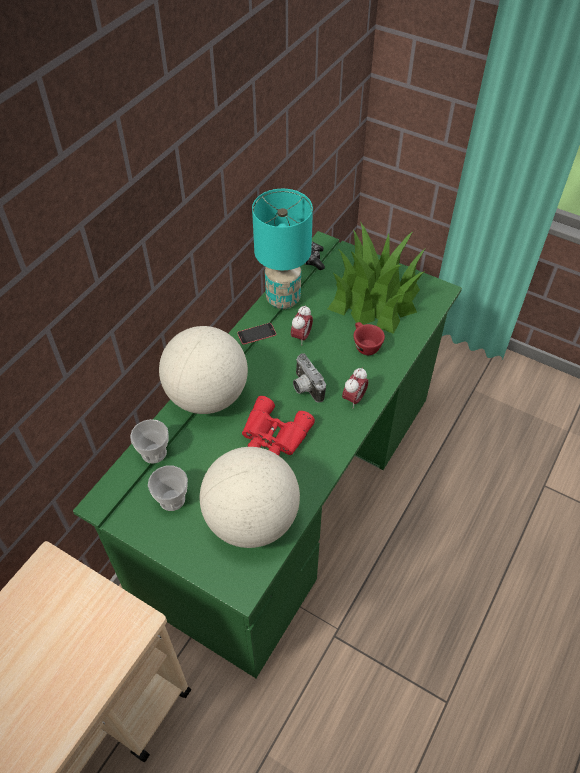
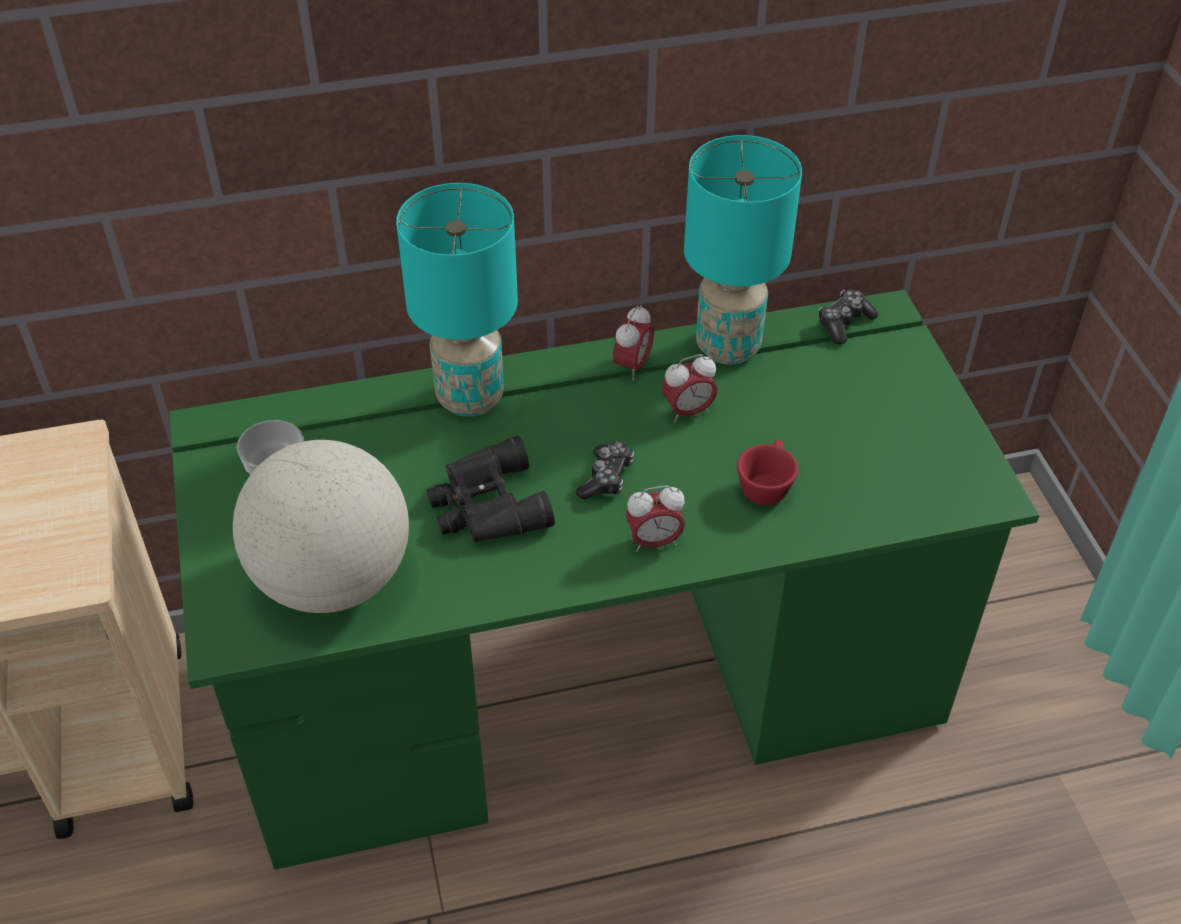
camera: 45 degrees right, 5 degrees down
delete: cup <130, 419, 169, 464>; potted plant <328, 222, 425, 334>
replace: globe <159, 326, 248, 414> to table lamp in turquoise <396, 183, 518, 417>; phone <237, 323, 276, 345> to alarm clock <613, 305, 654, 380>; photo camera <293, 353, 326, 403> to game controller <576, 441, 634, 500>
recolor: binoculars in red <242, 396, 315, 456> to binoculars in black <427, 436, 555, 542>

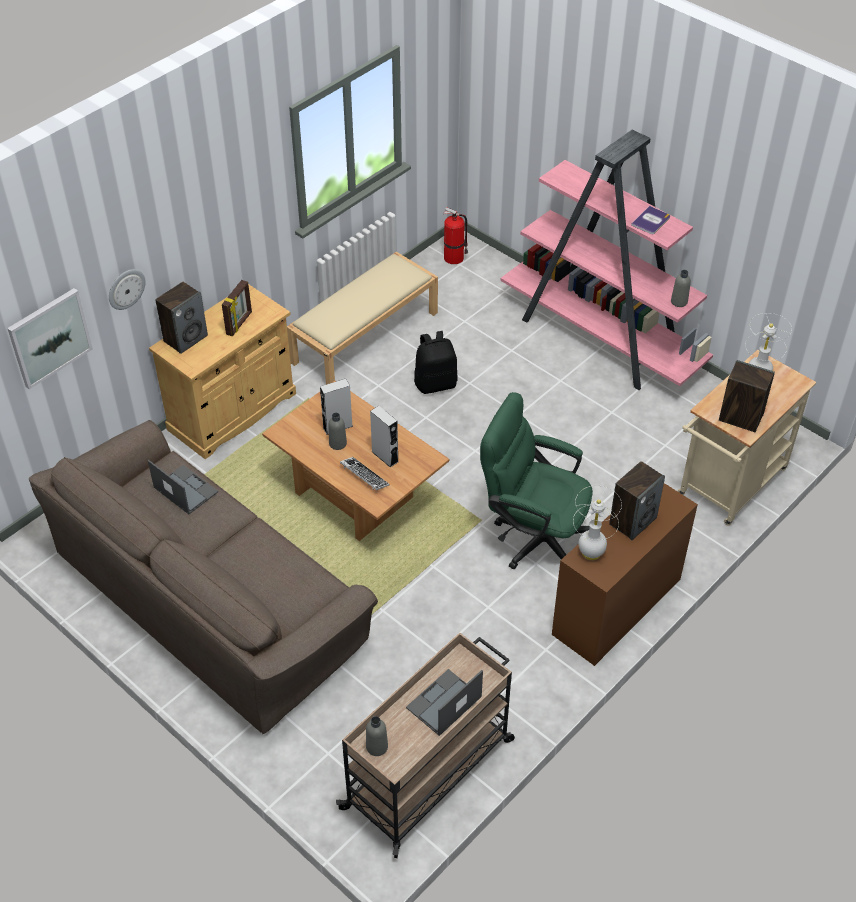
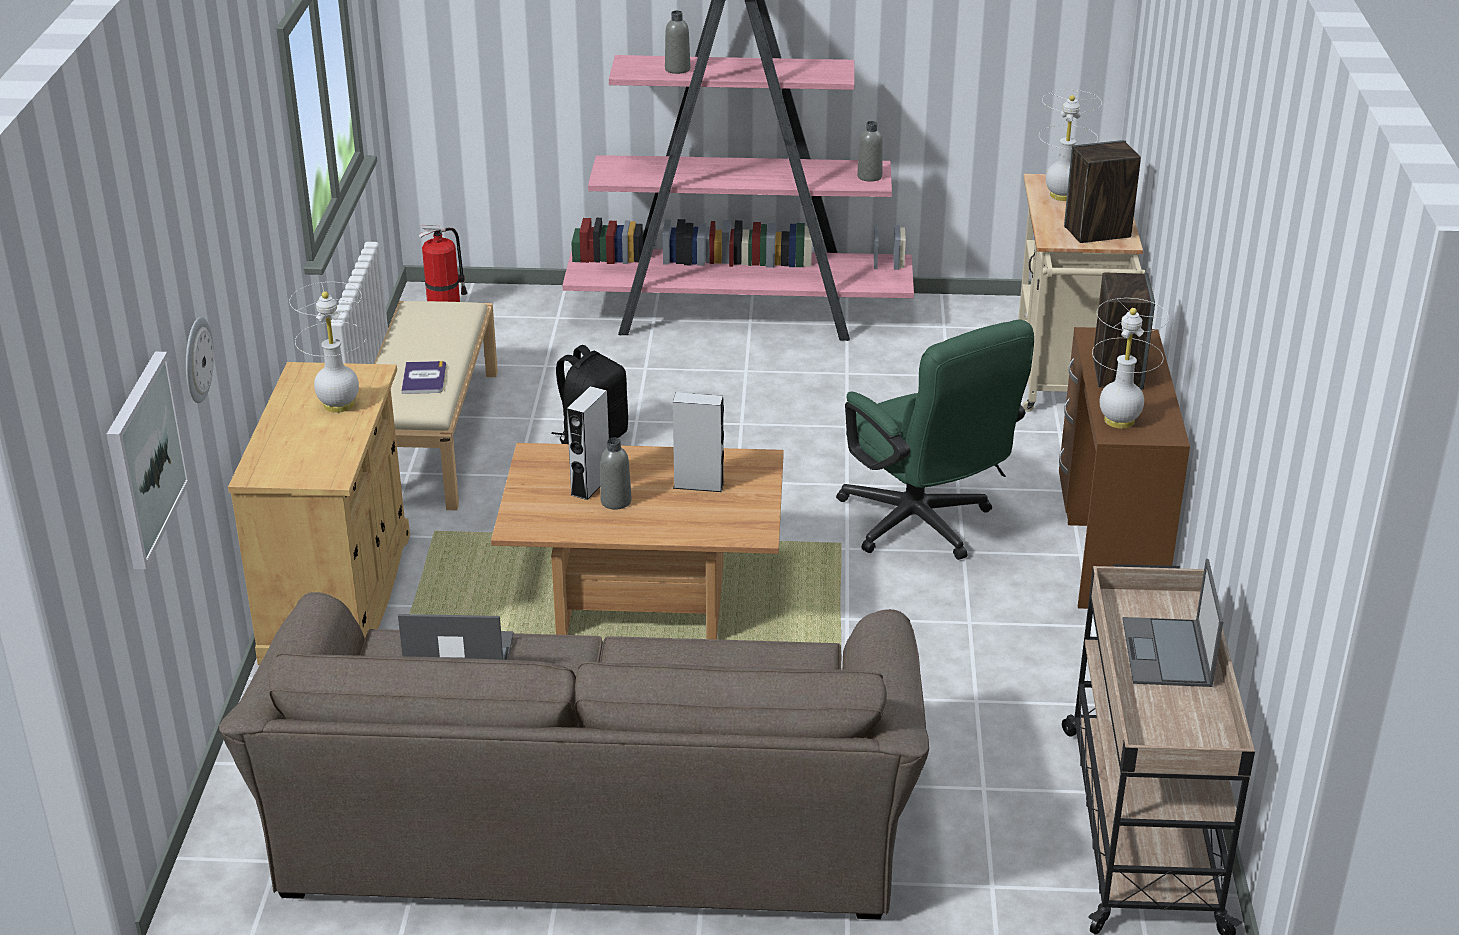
camera: 40 degrees left, 15 degrees down
delete: speaker <155, 282, 208, 354>; keyboard <340, 457, 390, 490>
move: bottle in grey <366, 716, 388, 756> to <665, 11, 690, 74>; book <631, 206, 670, 234> to <401, 361, 446, 394>
replace: picture frame <222, 280, 252, 336> to table lamp in white <289, 282, 366, 413>
rotate: office chair in green <480, 392, 593, 570> = <836, 319, 1034, 560> 105 degrees counterclockwise

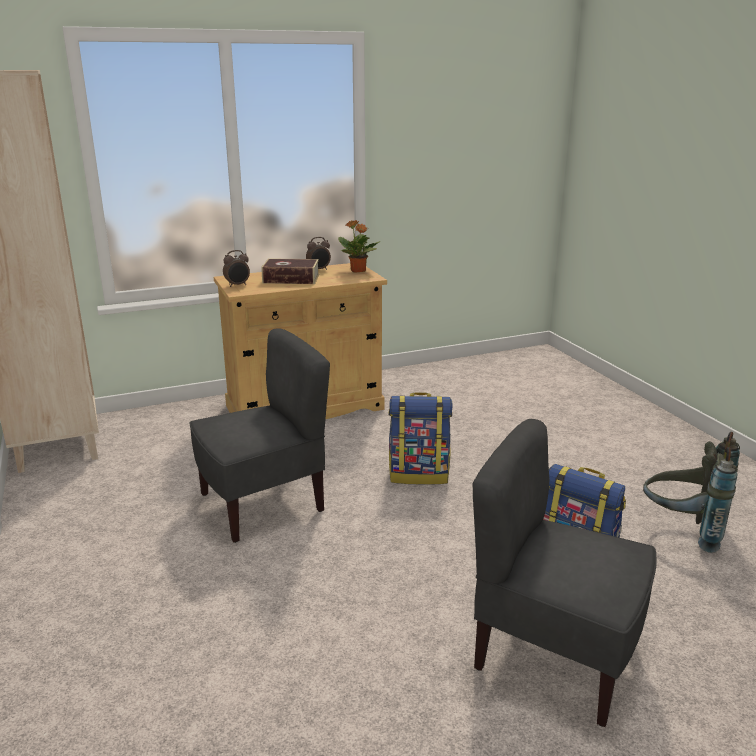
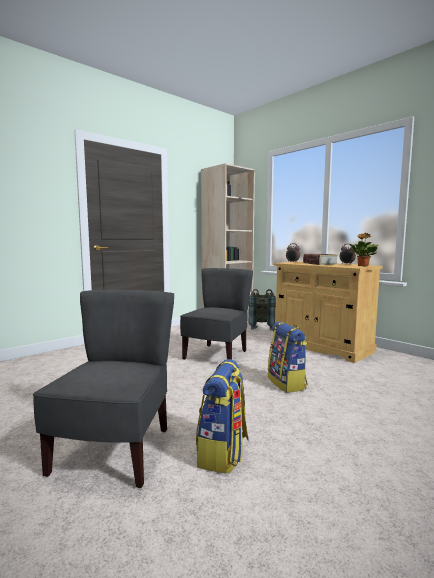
camera: 70 degrees right, 15 degrees down
move: backpack in grey <643, 432, 740, 553> to <248, 289, 276, 330>
rotate: chair in grey <189, 328, 330, 543> = <180, 268, 253, 360> 105 degrees counterclockwise

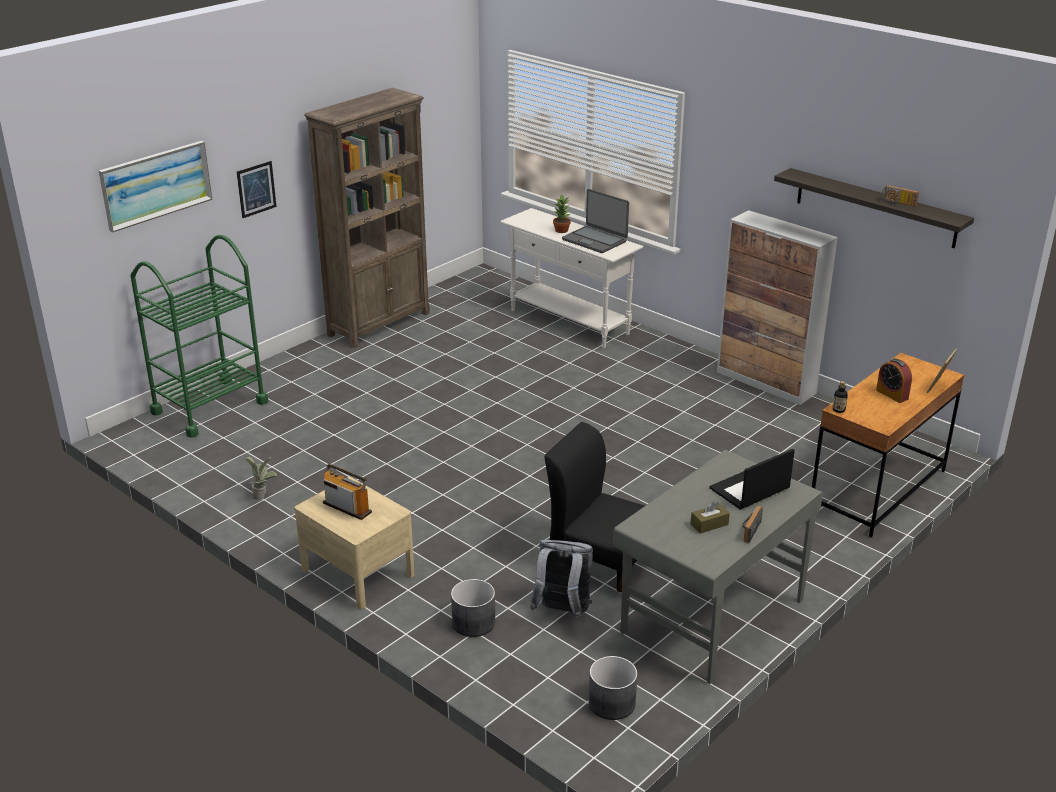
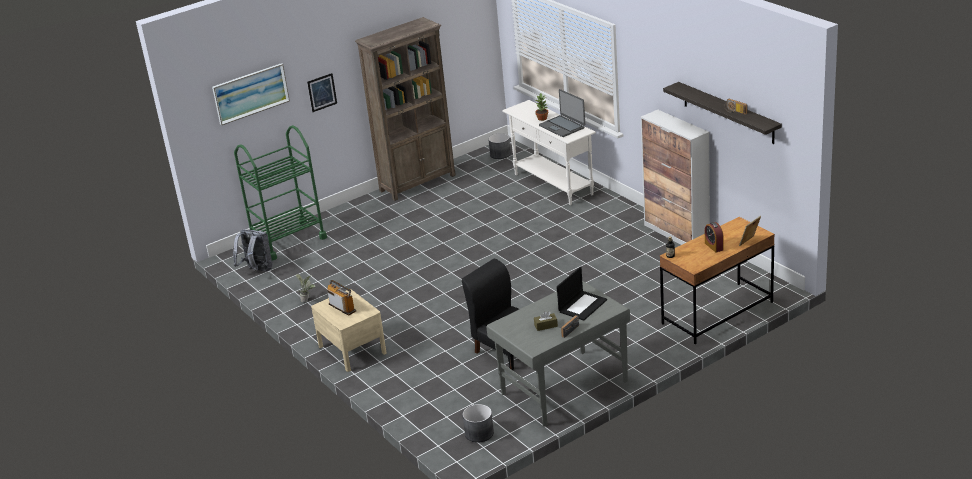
camera: 15 degrees right, 0 degrees up
move: planter in grey <451, 579, 495, 637> to <488, 133, 511, 159>; backpack in grey <530, 540, 593, 619> to <233, 230, 273, 271>
rotate: laptop <709, 449, 795, 510> = <557, 267, 607, 321> 150 degrees clockwise

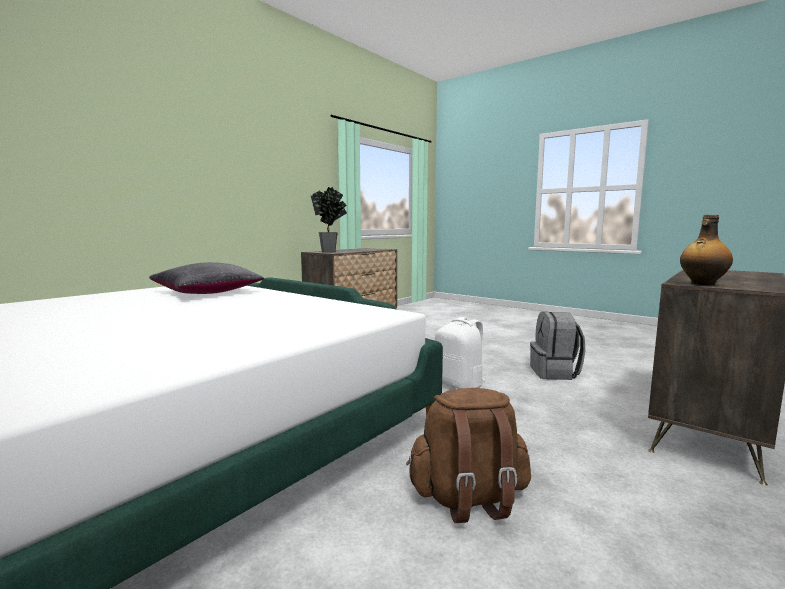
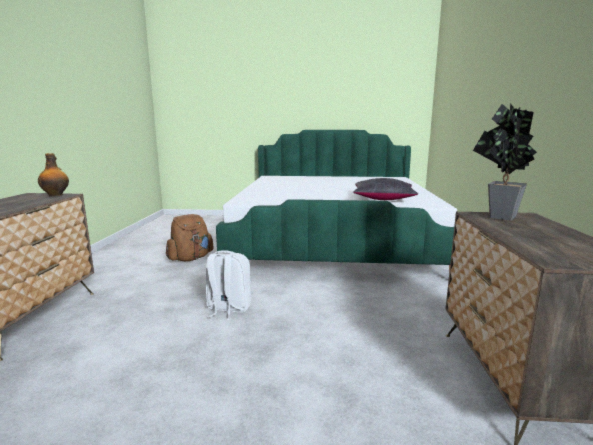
camera: 145 degrees right, 5 degrees up
delete: backpack in grey <530, 312, 585, 380>

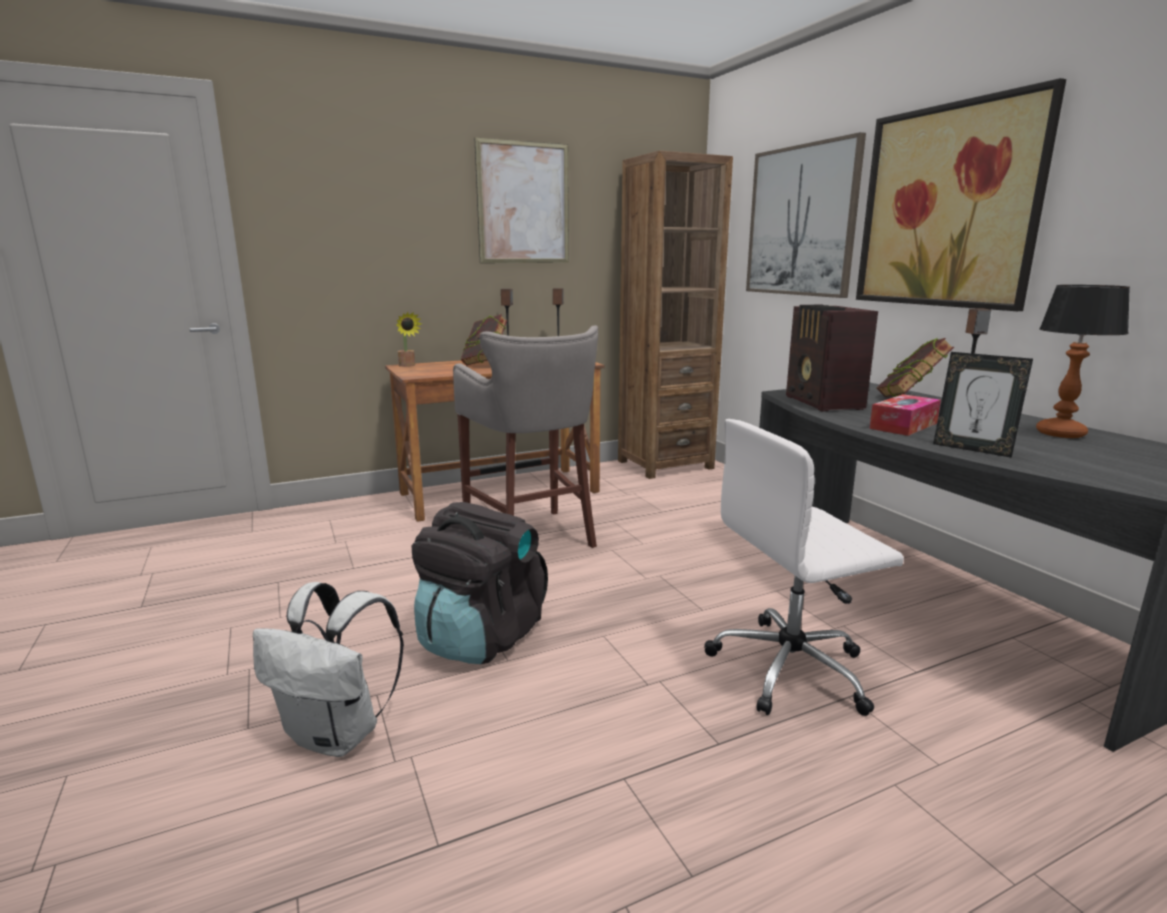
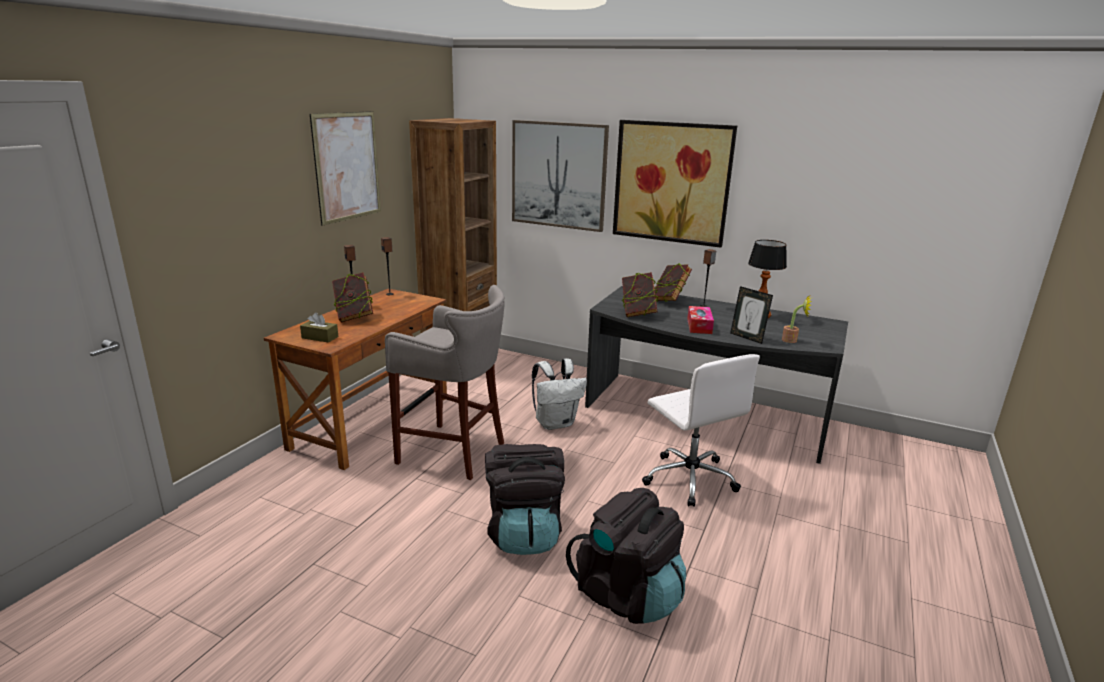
camera: 40 degrees left, 5 degrees up
insert: tissue box in brown <300, 312, 338, 343>; backpack in black <566, 488, 686, 624>
move: backpack in white <253, 582, 404, 757> to <532, 358, 587, 430>; potted plant <396, 312, 422, 367> to <782, 295, 812, 343>
replace: radio <786, 305, 878, 411> to book <622, 272, 658, 317>
rotate: office chair in white <704, 419, 904, 716> = <642, 354, 760, 507> 60 degrees counterclockwise; picture frame <933, 352, 1033, 458> = <730, 286, 773, 344> 45 degrees clockwise

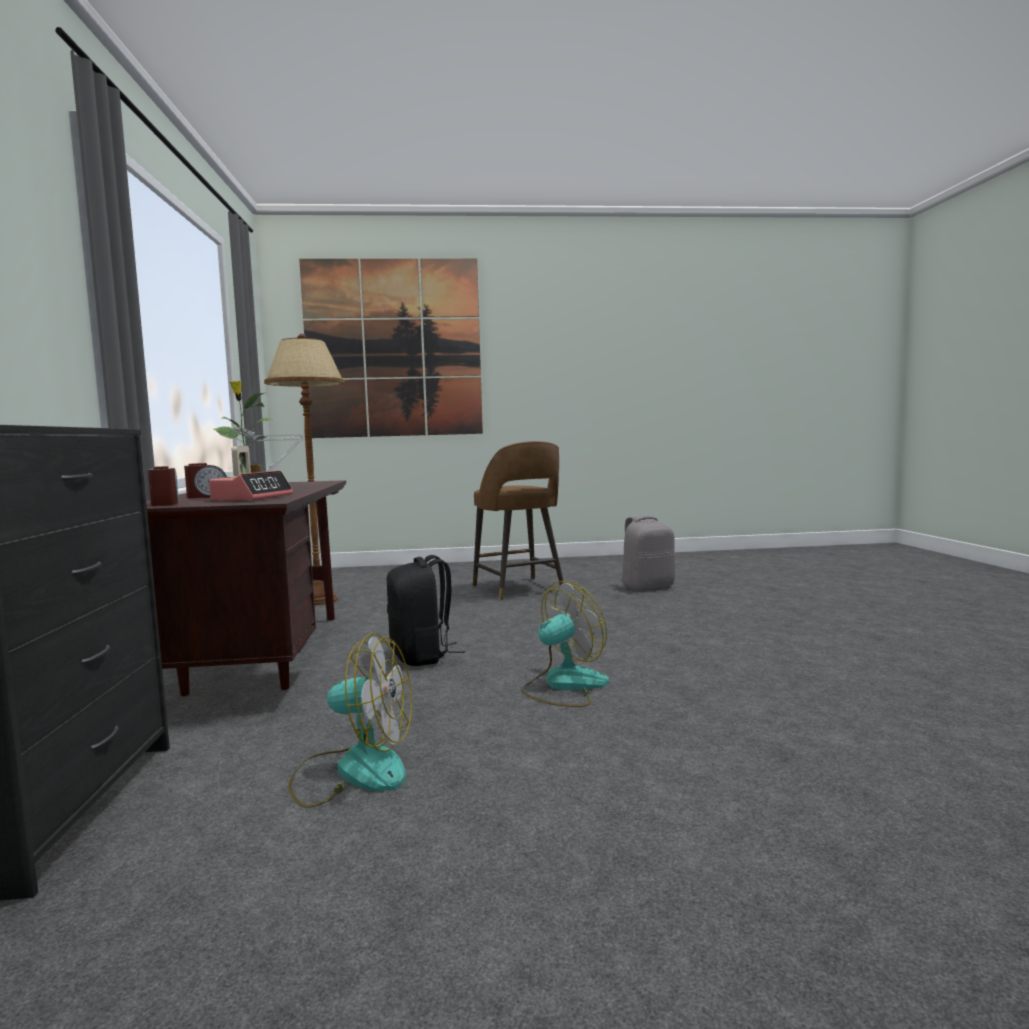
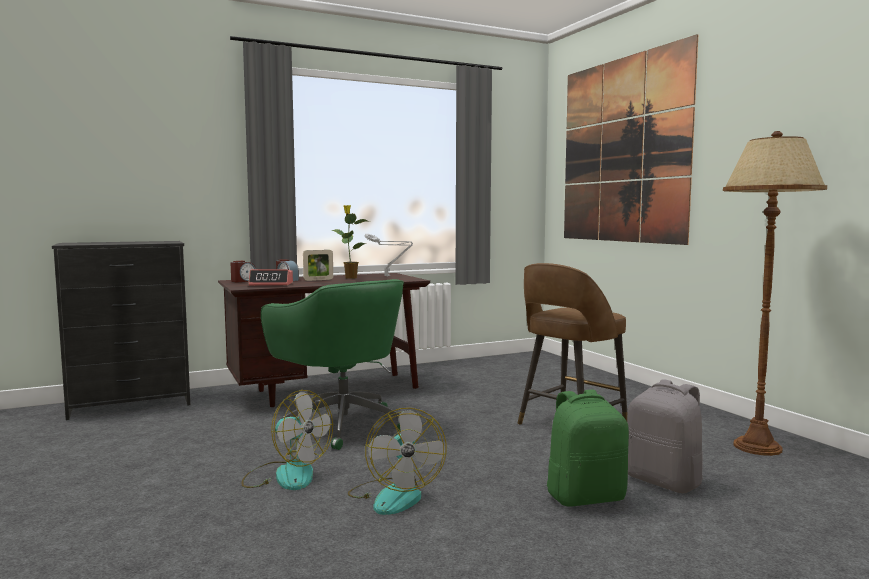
camera: 70 degrees right, 0 degrees up
insert: backpack in green <547, 389, 629, 507>
move: floor lamp in brown <264, 334, 345, 605> to <723, 131, 827, 456>; fan <288, 633, 412, 808> to <348, 408, 446, 515>
replace: backpack in black <387, 555, 465, 666> to office chair in green <261, 279, 404, 450>

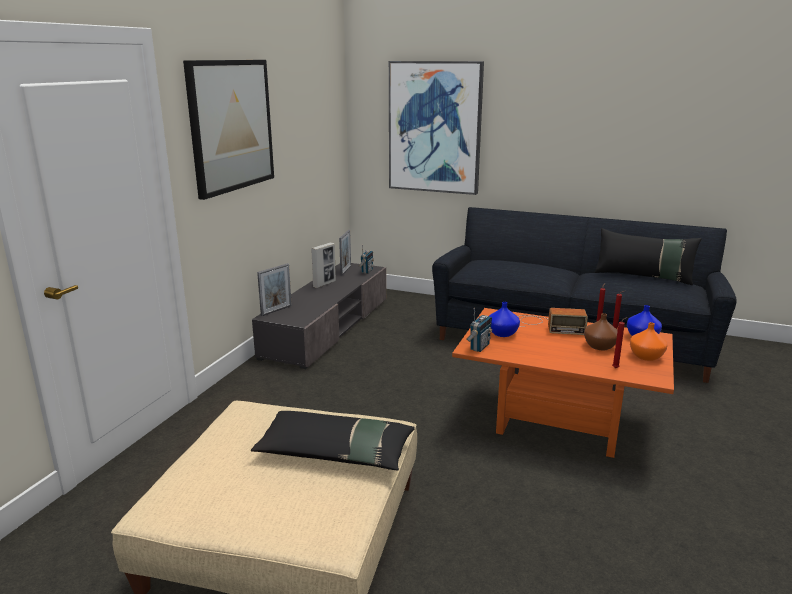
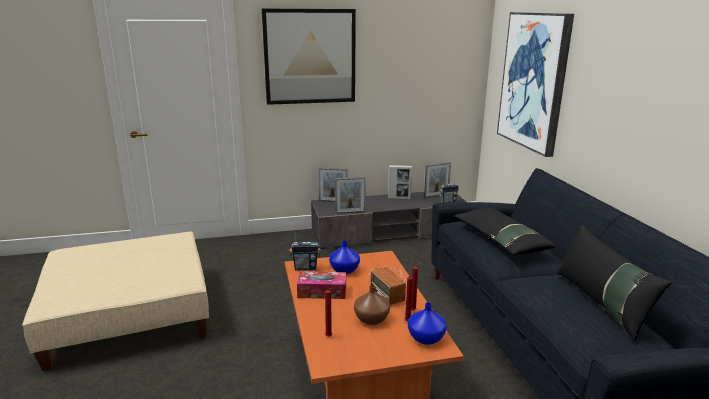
camera: 55 degrees right, 0 degrees up
delete: vase in orange <630, 322, 667, 361>
insert: tissue box <297, 271, 346, 299>; picture frame <335, 177, 366, 214>
move: pillow in black <251, 411, 415, 470> to <454, 208, 557, 255>

